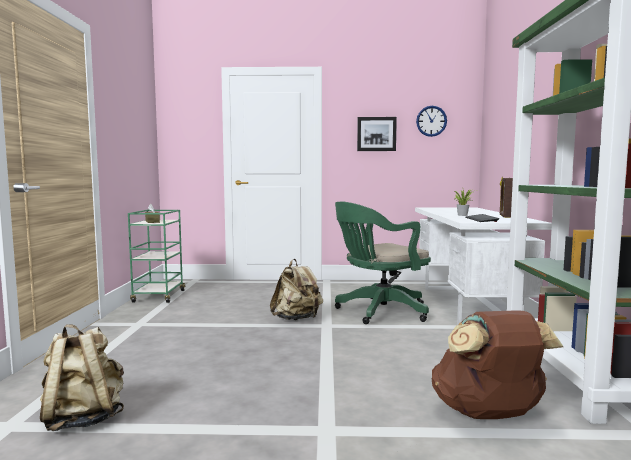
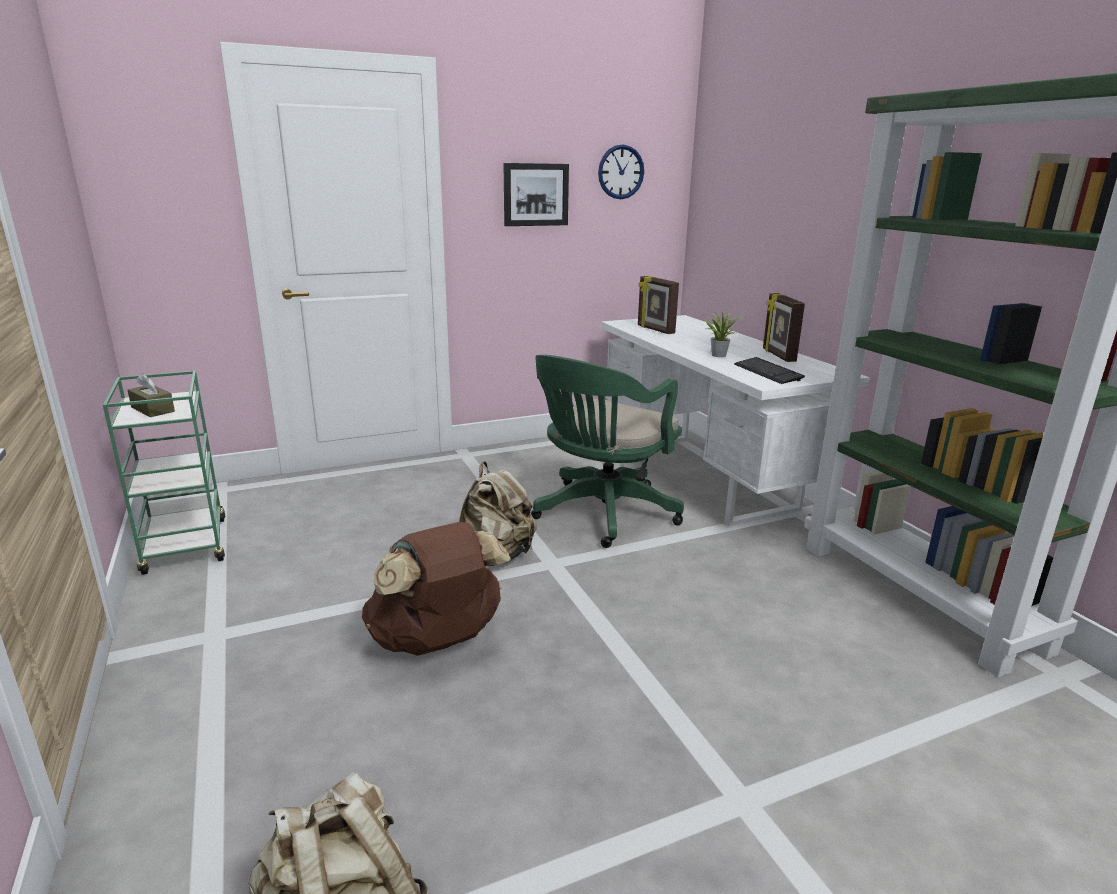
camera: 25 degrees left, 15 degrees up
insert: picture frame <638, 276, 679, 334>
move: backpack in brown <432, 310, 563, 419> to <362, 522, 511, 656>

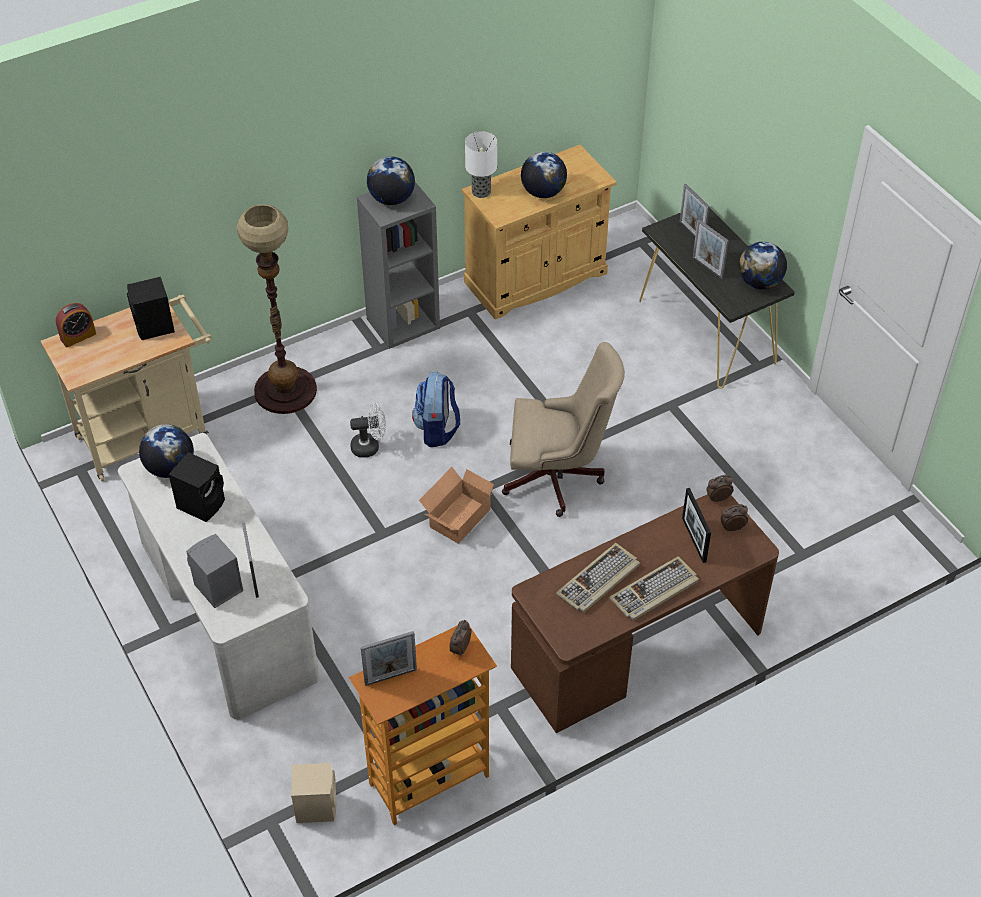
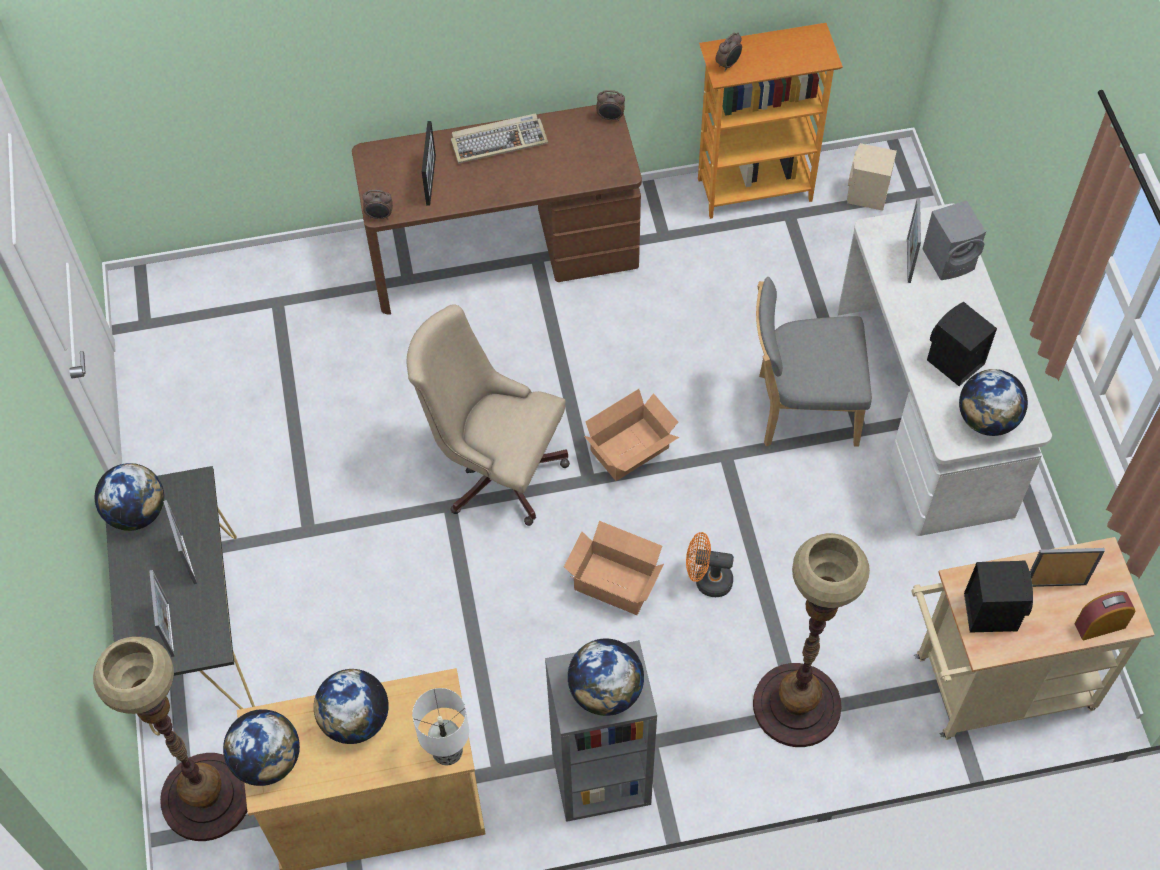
camera: 160 degrees left, 10 degrees up
delete: keyboard <556, 543, 640, 613>
insert: floor lamp <93, 637, 247, 841>; globe <223, 709, 300, 786>; chair in grey <756, 277, 872, 447>
move: picture frame <361, 631, 417, 686> to <1030, 548, 1105, 587>; alarm clock <721, 504, 748, 532> to <596, 90, 625, 121>
replace: backpack <412, 371, 460, 447> to cardboard box <564, 521, 664, 615>
recolor: fan in white <350, 403, 386, 458> to fan in orange <686, 532, 734, 597>

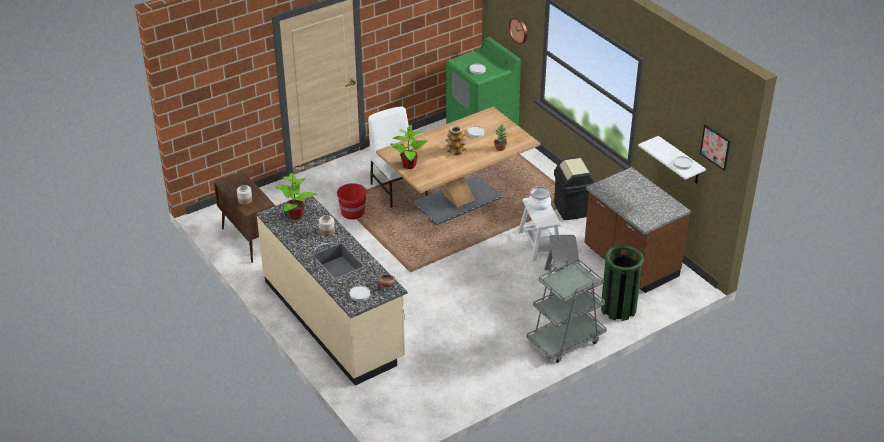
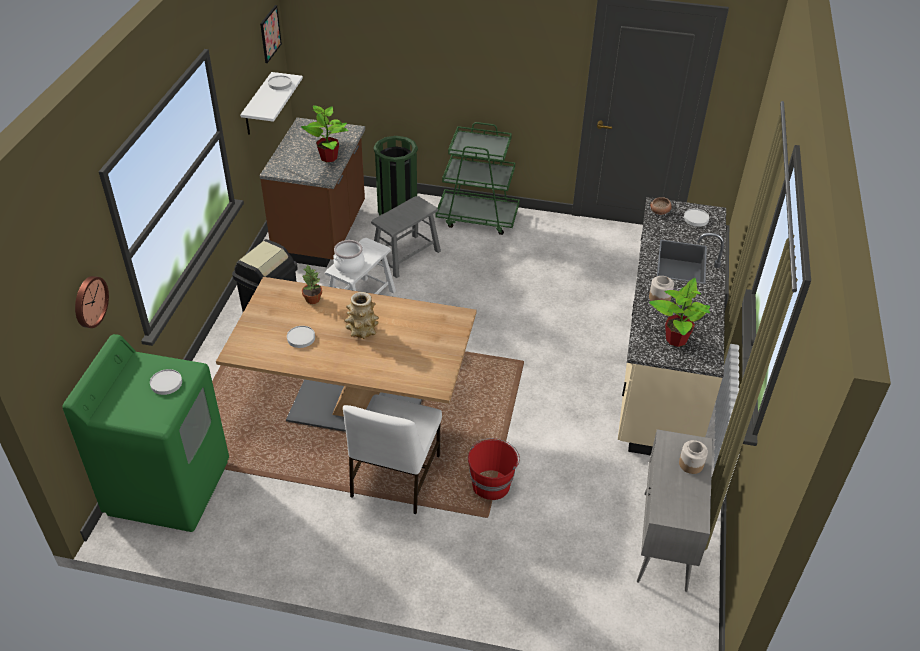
camera: 135 degrees left, 5 degrees up
move: potted plant <390, 124, 427, 169> to <301, 104, 349, 162>
recolor: cabinet in brown <214, 171, 275, 263> to cabinet in grey <637, 429, 712, 592>; cart in grey <526, 259, 607, 363> to cart in green <435, 122, 520, 235>

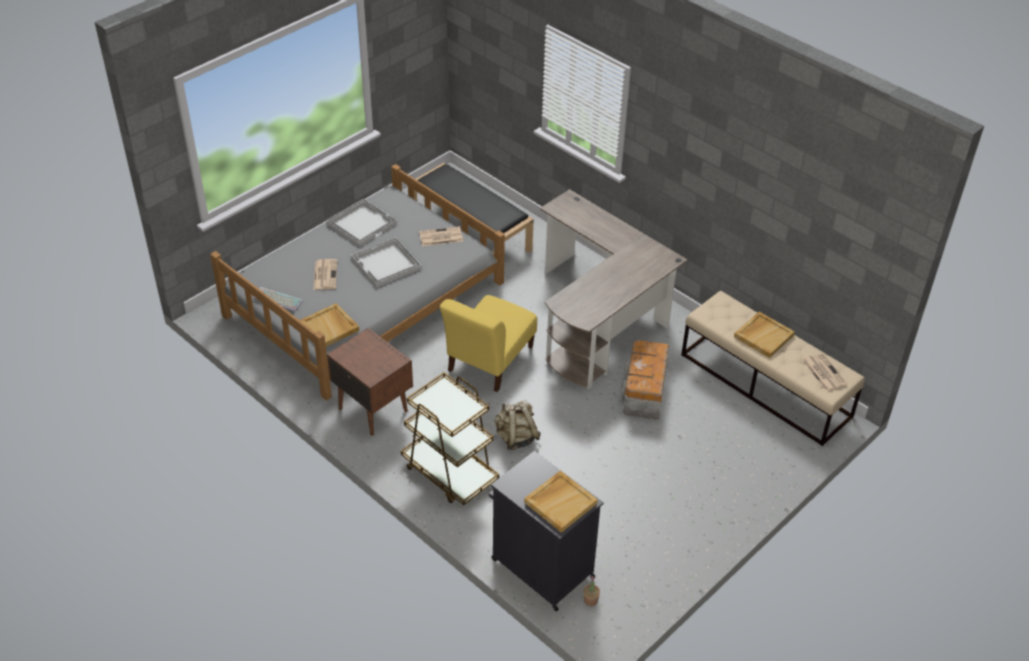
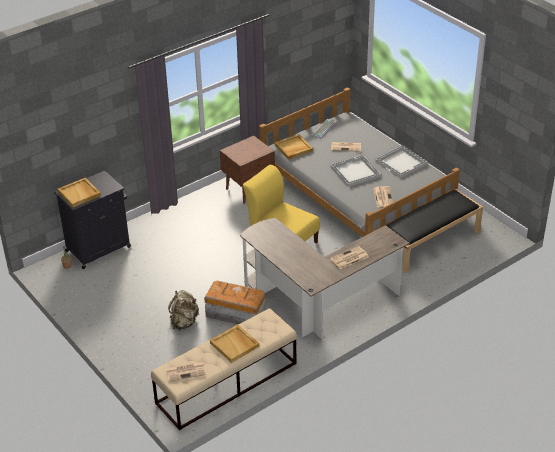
camera: 100 degrees right, 5 degrees down
delete: cart in brown <401, 372, 499, 505>
insert: newspaper <330, 246, 369, 269>
move: backpack in beige <494, 400, 541, 450> to <168, 290, 199, 331>

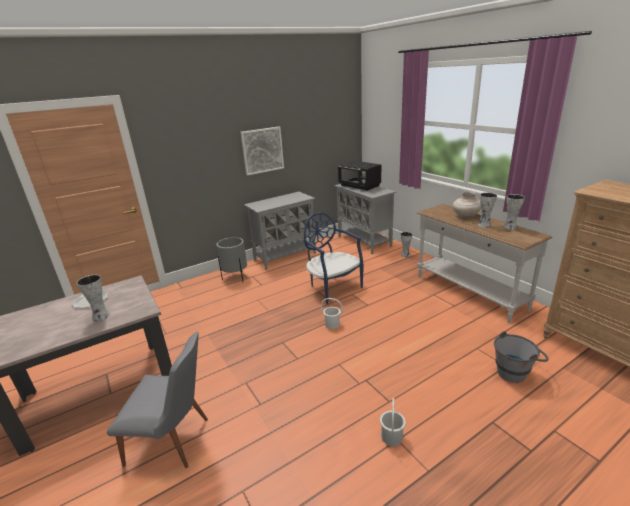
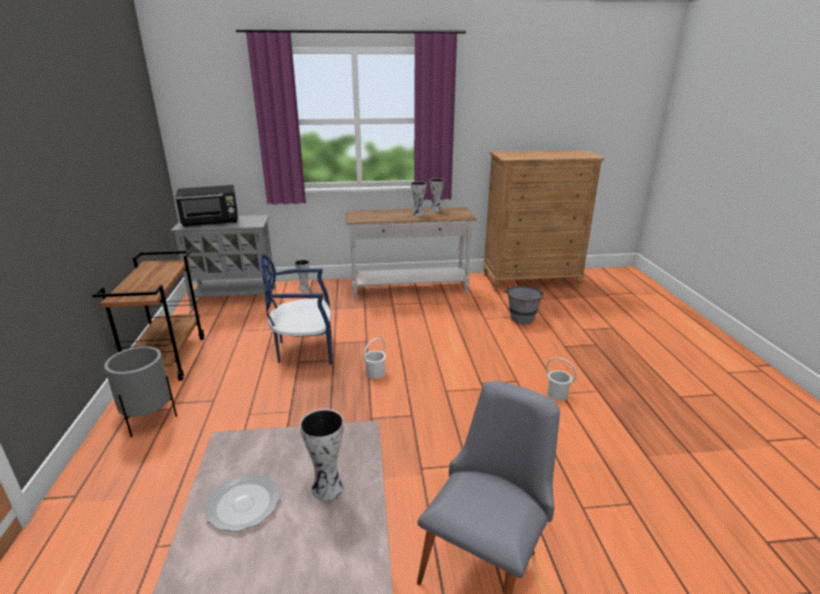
camera: 65 degrees left, 0 degrees up
delete: picture <240, 127, 284, 175>; vase in beige <453, 191, 481, 218>
replace: cabinet in grey <244, 192, 316, 270> to cart in brown <92, 250, 204, 381>

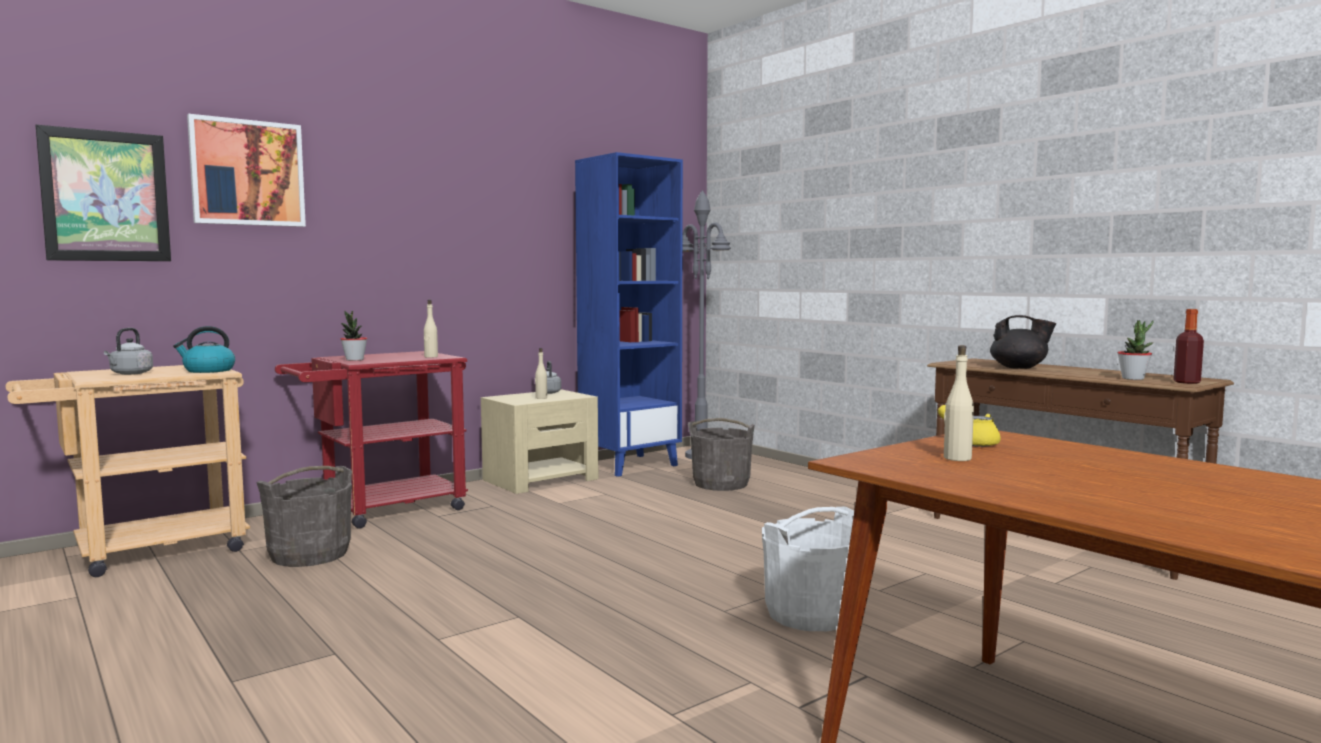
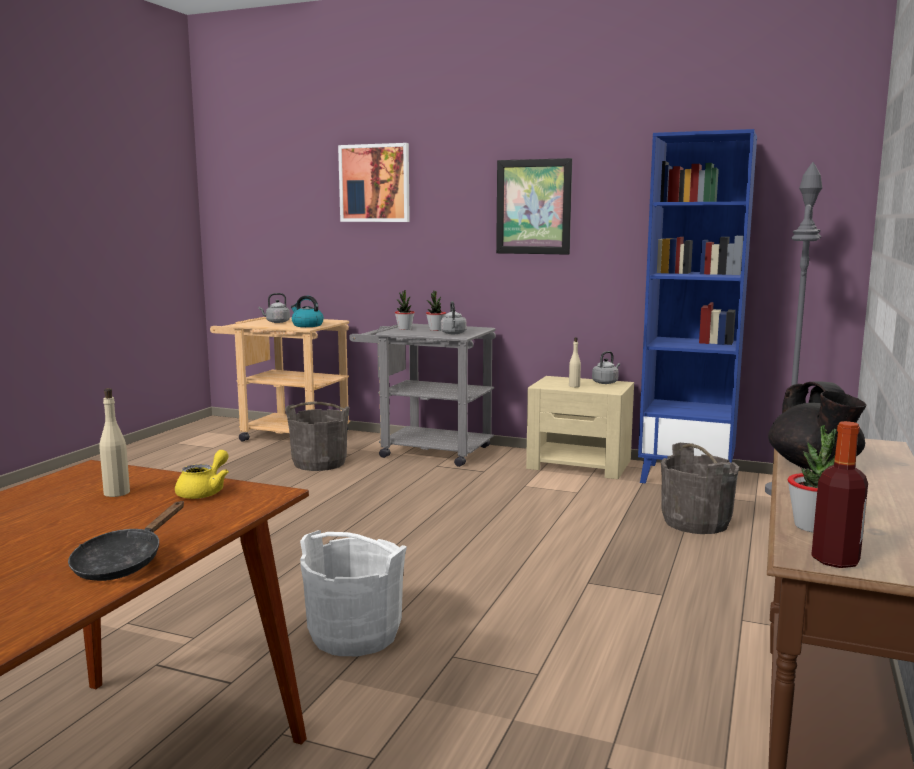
camera: 60 degrees right, 5 degrees up
insert: frying pan in black <68, 501, 184, 581>; potted plant <426, 291, 446, 331>
move: picture <35, 125, 171, 261> to <496, 158, 572, 255>
replace: bottle in beige <424, 300, 438, 358> to kettle in grey <441, 301, 467, 334>
recolor: cart in red <275, 351, 468, 529> to cart in grey <349, 324, 496, 467>

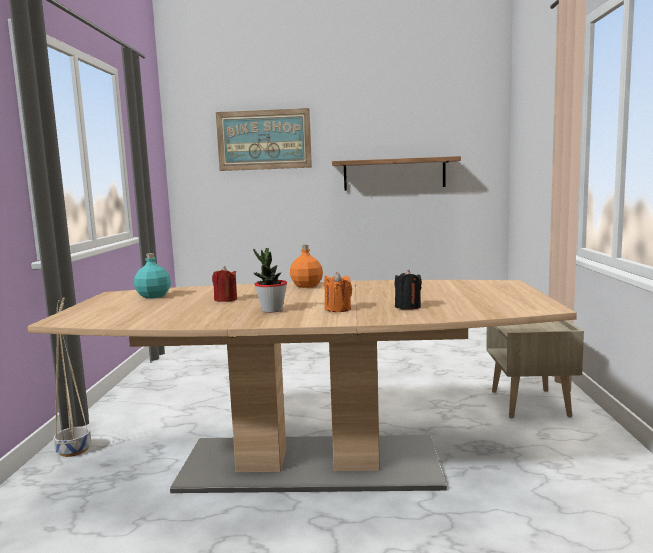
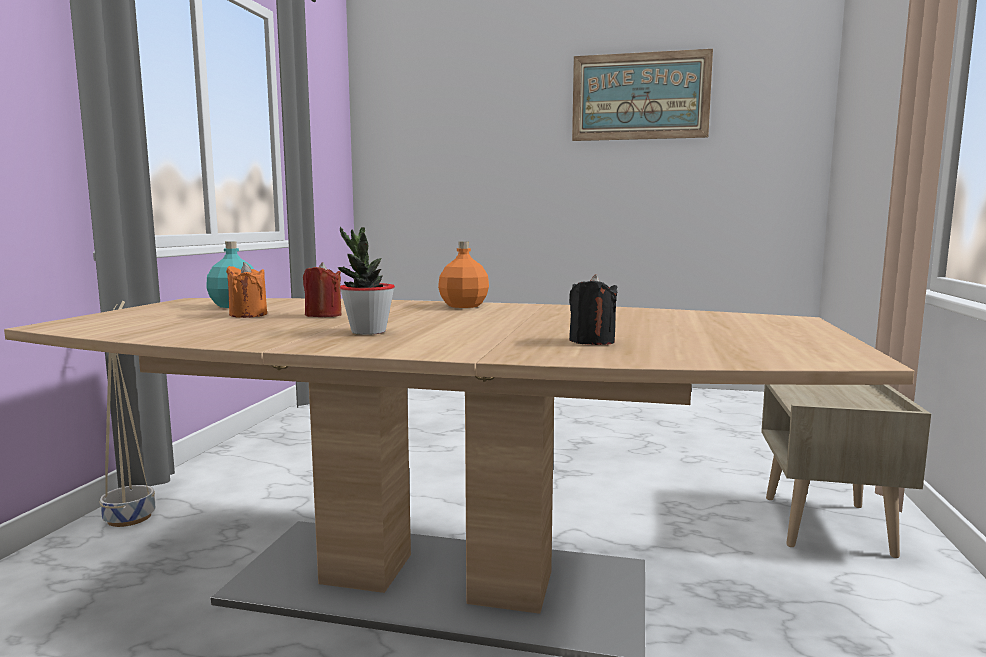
camera: 10 degrees right, 0 degrees up
delete: shelf <332, 156, 461, 191>
move: picture <216, 108, 312, 171> to <572, 49, 713, 141>; candle in orange <324, 272, 352, 312> to <226, 262, 267, 318>

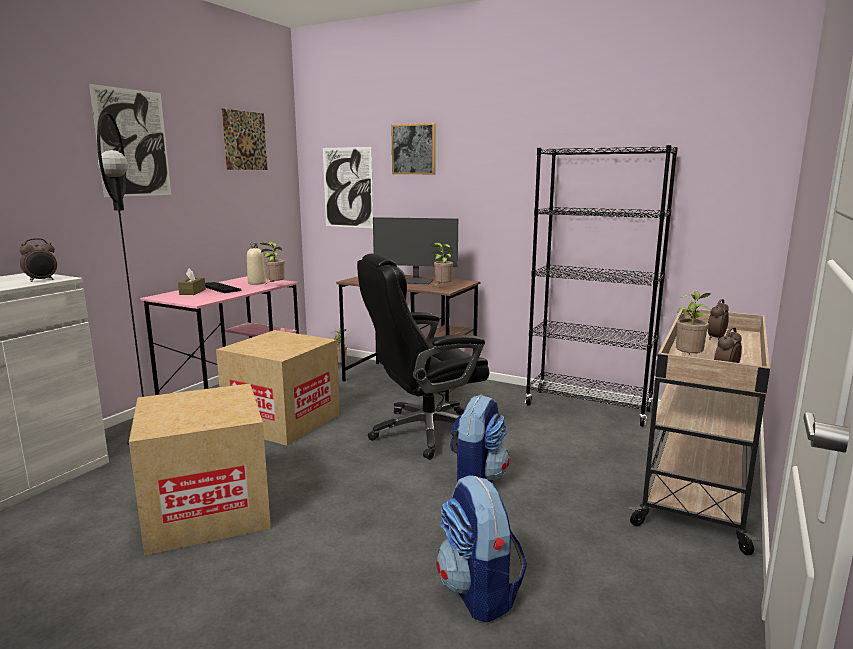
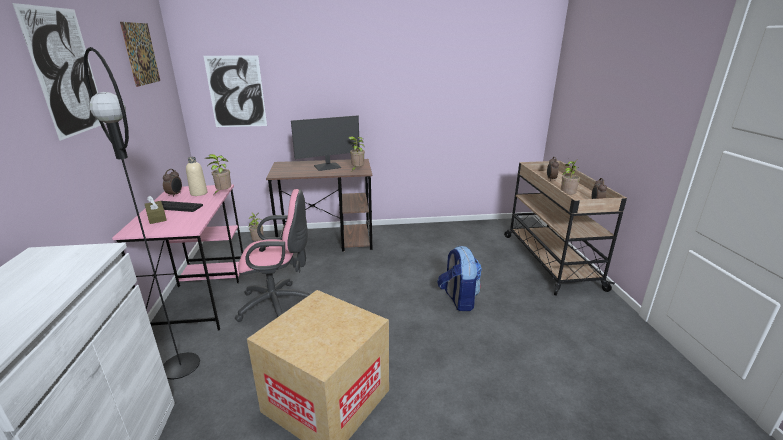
camera: 35 degrees left, 10 degrees up
delete: office chair in black <357, 254, 489, 460>; picture <391, 123, 436, 174>; backpack <436, 475, 527, 623>; bookcase in black <525, 145, 678, 427>
move: alarm clock <19, 238, 57, 282> to <163, 169, 182, 197>
replace: cardboard box <216, 330, 340, 446> to office chair in pink <235, 189, 310, 322>

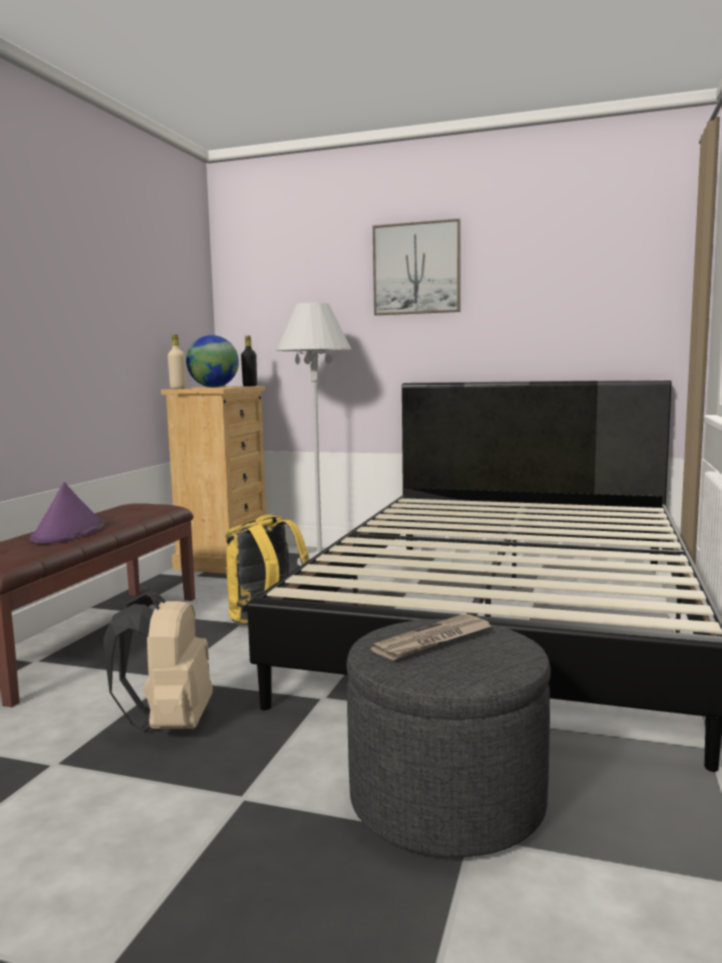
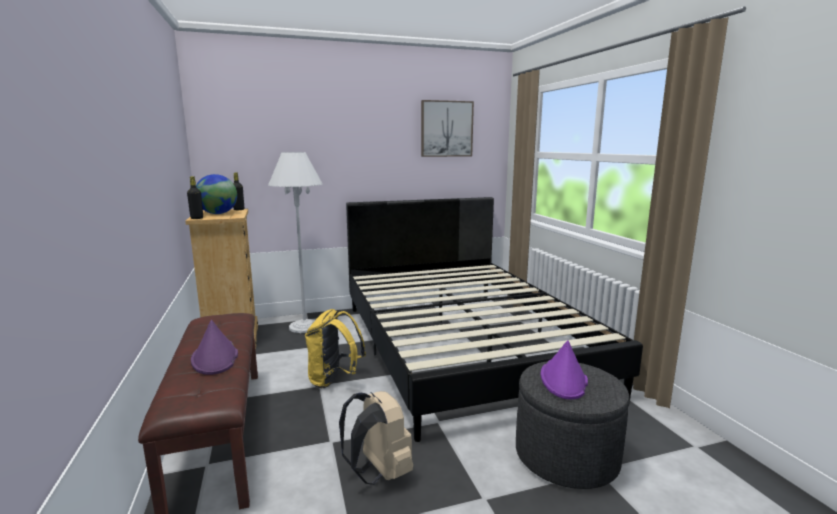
camera: 35 degrees left, 5 degrees up
move: picture <373, 219, 461, 315> to <421, 100, 474, 157>
replace: newspaper <370, 614, 492, 661> to hat in purple <540, 340, 588, 399>
recolor: bottle in beige <168, 335, 186, 389> to bottle in black <187, 176, 203, 219>

